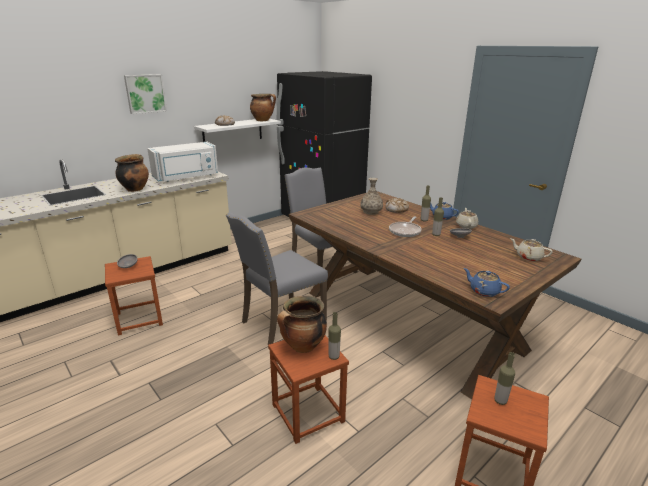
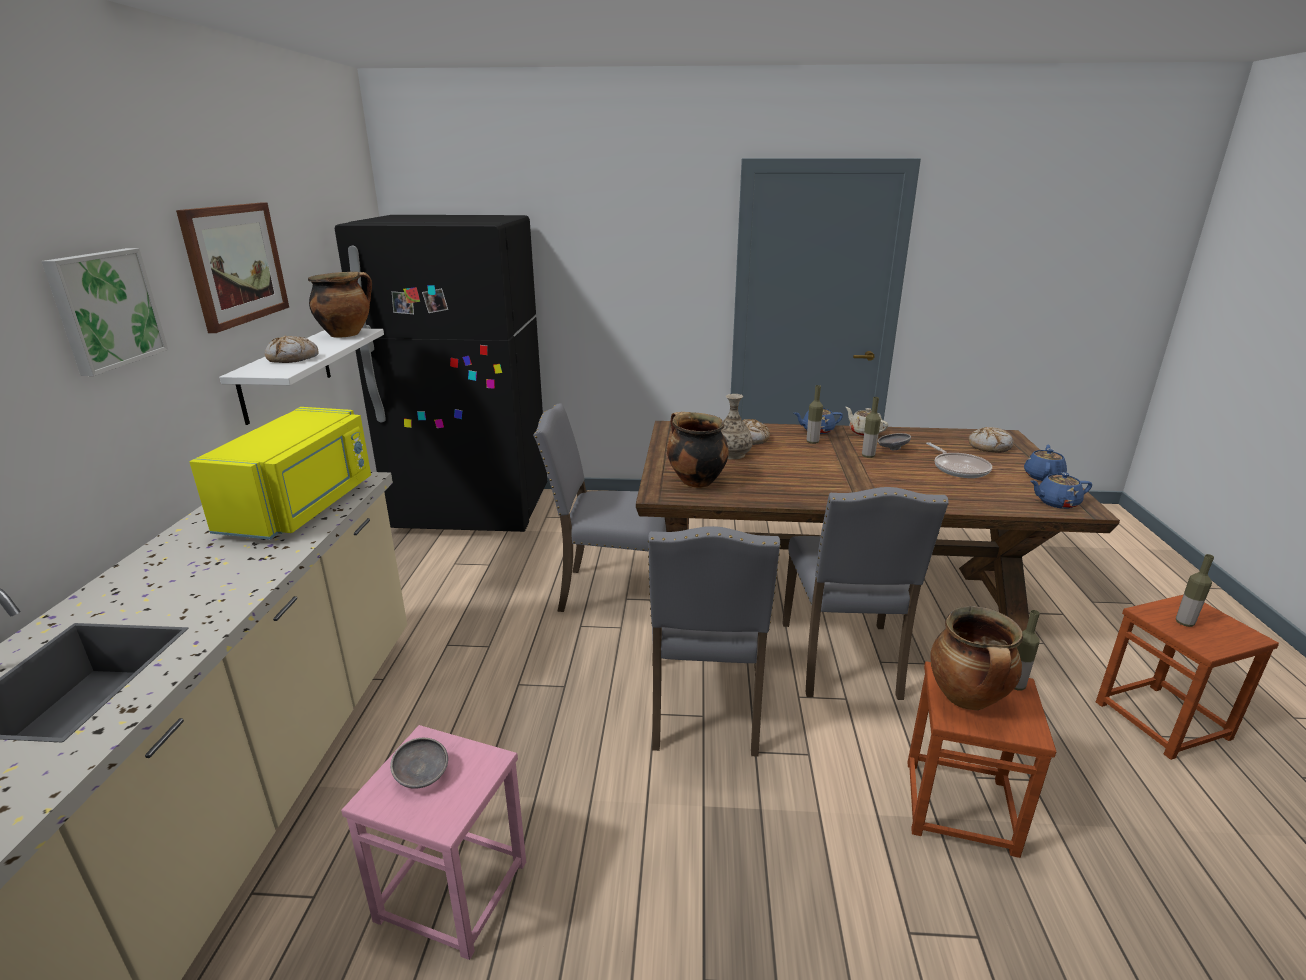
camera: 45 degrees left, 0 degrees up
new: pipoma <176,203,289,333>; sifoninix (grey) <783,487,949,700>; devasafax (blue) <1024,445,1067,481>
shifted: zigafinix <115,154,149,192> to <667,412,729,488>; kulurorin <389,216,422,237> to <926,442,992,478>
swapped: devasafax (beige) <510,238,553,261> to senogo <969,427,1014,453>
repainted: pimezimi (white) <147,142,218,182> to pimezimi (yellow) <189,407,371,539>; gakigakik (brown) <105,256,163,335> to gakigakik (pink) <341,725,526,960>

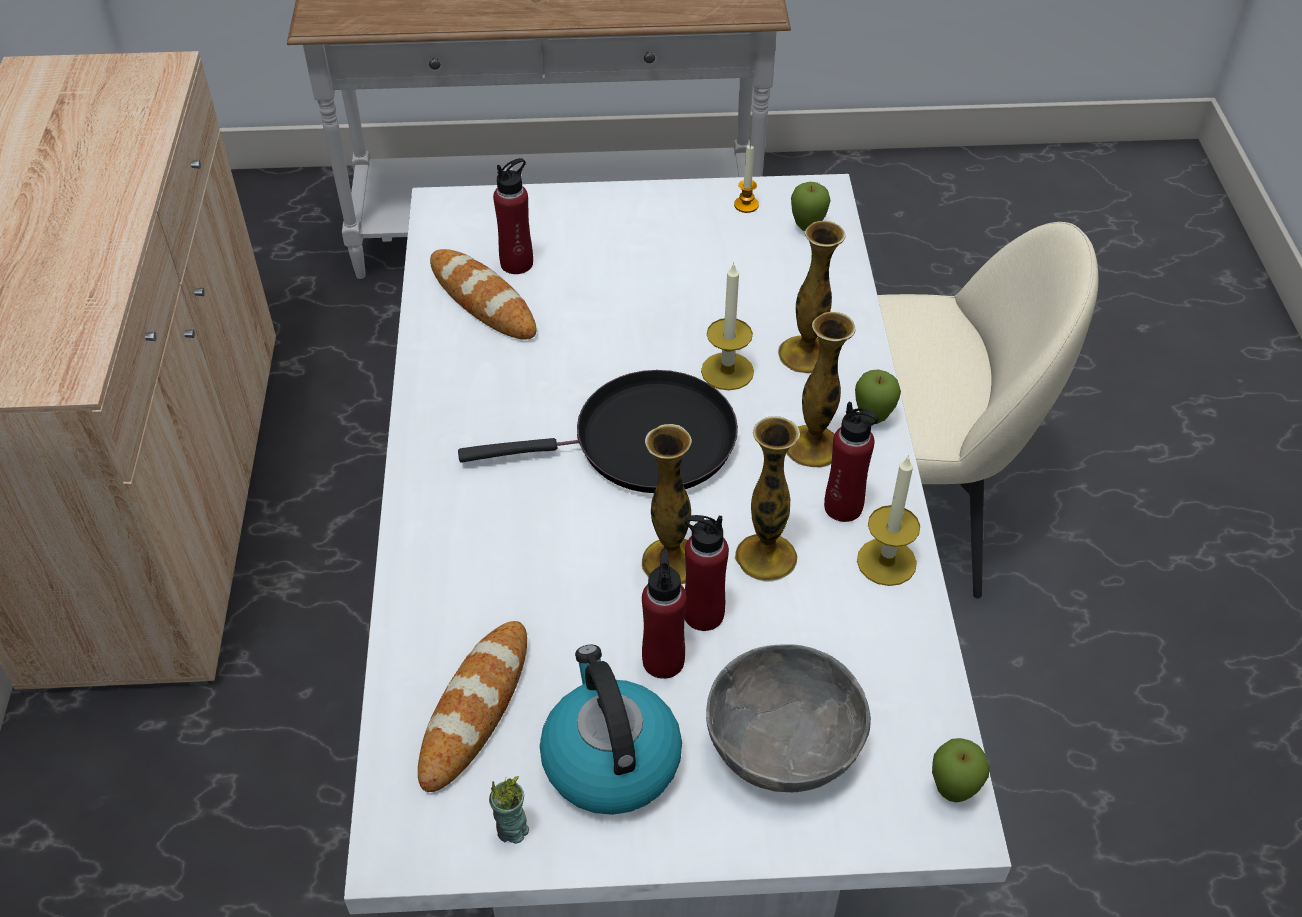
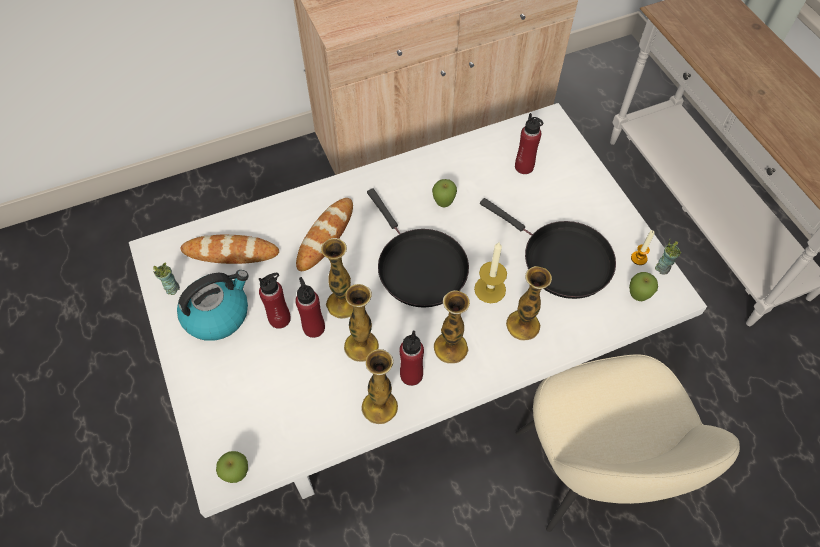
camera: 70 degrees right, 10 degrees up
gone: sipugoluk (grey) <706,644,871,792>
new: kulurorin (black) <480,198,616,299>; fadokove <655,239,681,275>
shifted: senogo <430,249,536,340> to <296,198,353,271>; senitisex <855,370,901,424> to <432,179,457,207>
swapped: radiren <857,455,920,586> to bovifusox <361,349,398,424>

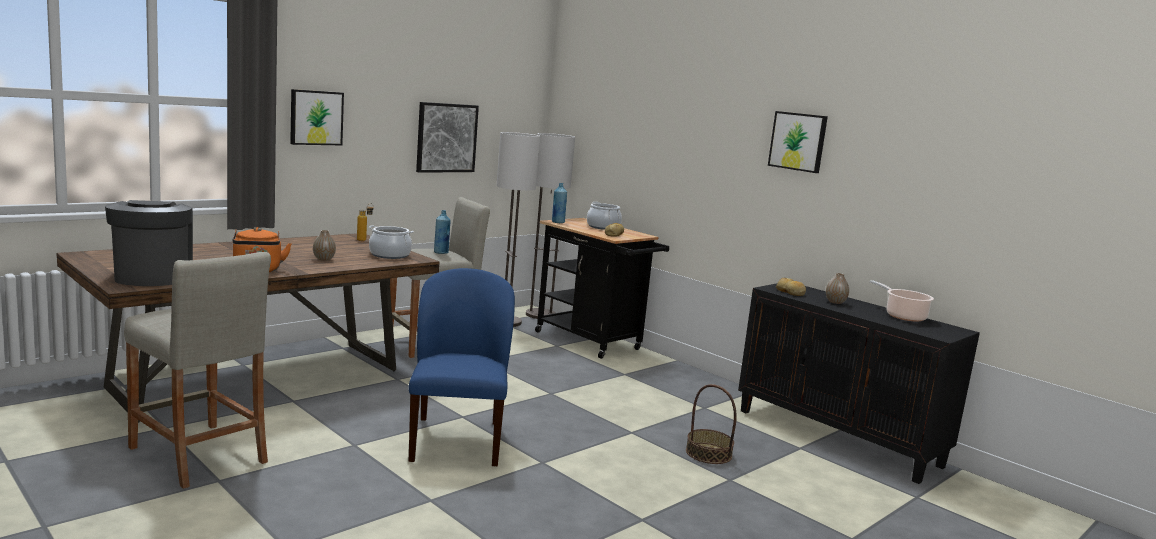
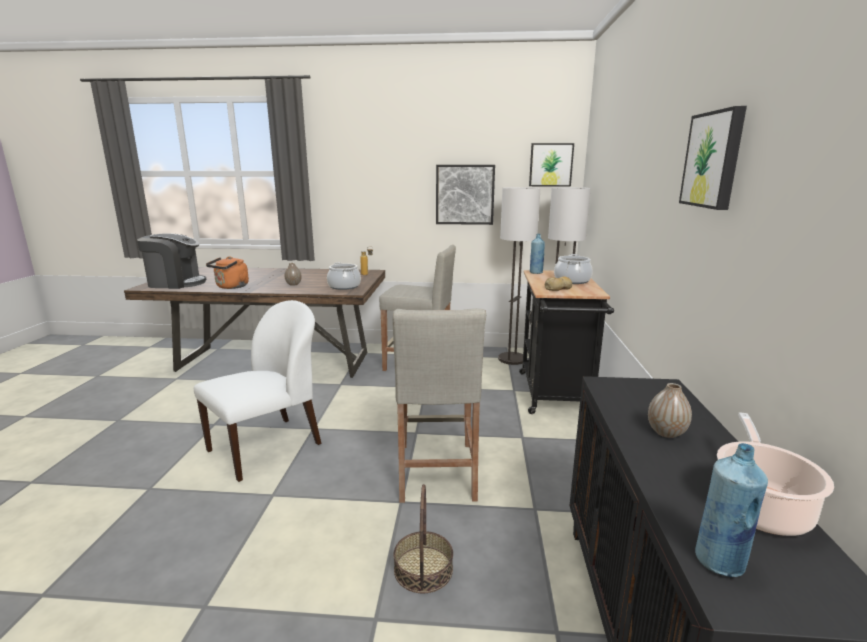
camera: 50 degrees right, 5 degrees up
gone: senogo <776,278,806,296>
shifted: gakigakik (beige) <124,252,271,489> to <392,308,486,503>; pipoma <290,89,344,145> to <529,143,574,186>; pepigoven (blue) <434,210,451,254> to <695,443,768,577>
repainted: sifoninix (blue) <409,268,515,466> to sifoninix (white) <194,300,321,482>
rotated: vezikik <105,200,193,286> = <137,233,206,289> 60 degrees clockwise

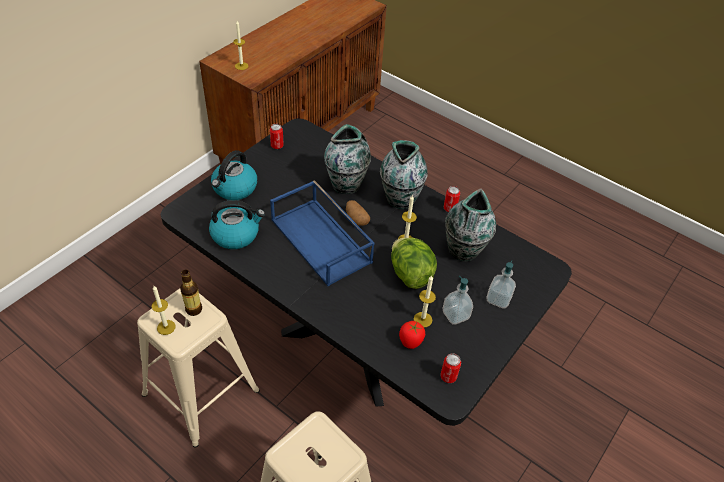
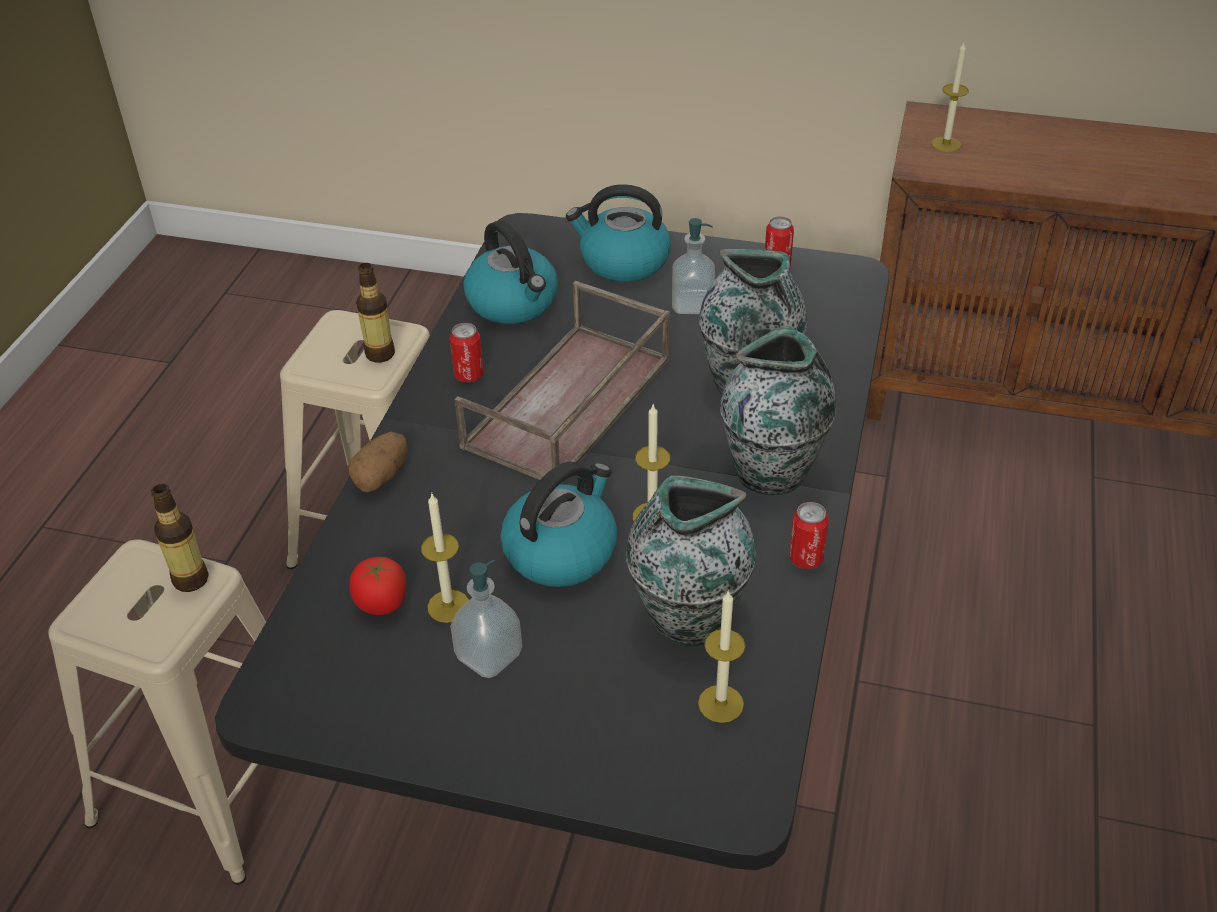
camera: 70 degrees right, 5 degrees down
new: pepigoven <151,484,209,592>
shifted: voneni <346,200,370,226> to <349,432,408,492>; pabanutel <441,353,461,383> to <450,323,484,382>; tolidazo <486,260,516,308> to <672,218,715,314>; radiren <152,286,176,335> to <698,590,745,723>
swapped: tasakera <391,238,437,289> to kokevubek <501,462,617,587>
repainted: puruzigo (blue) <270,180,375,286> to puruzigo (brown) <454,281,670,484>

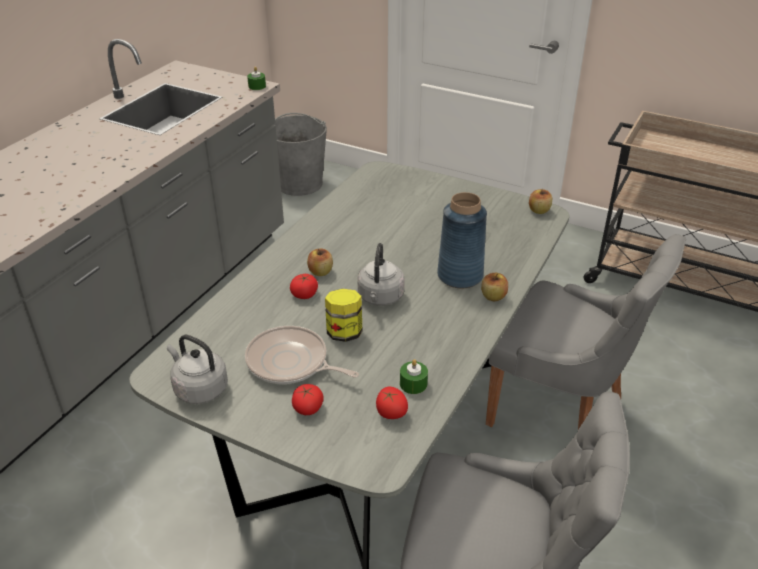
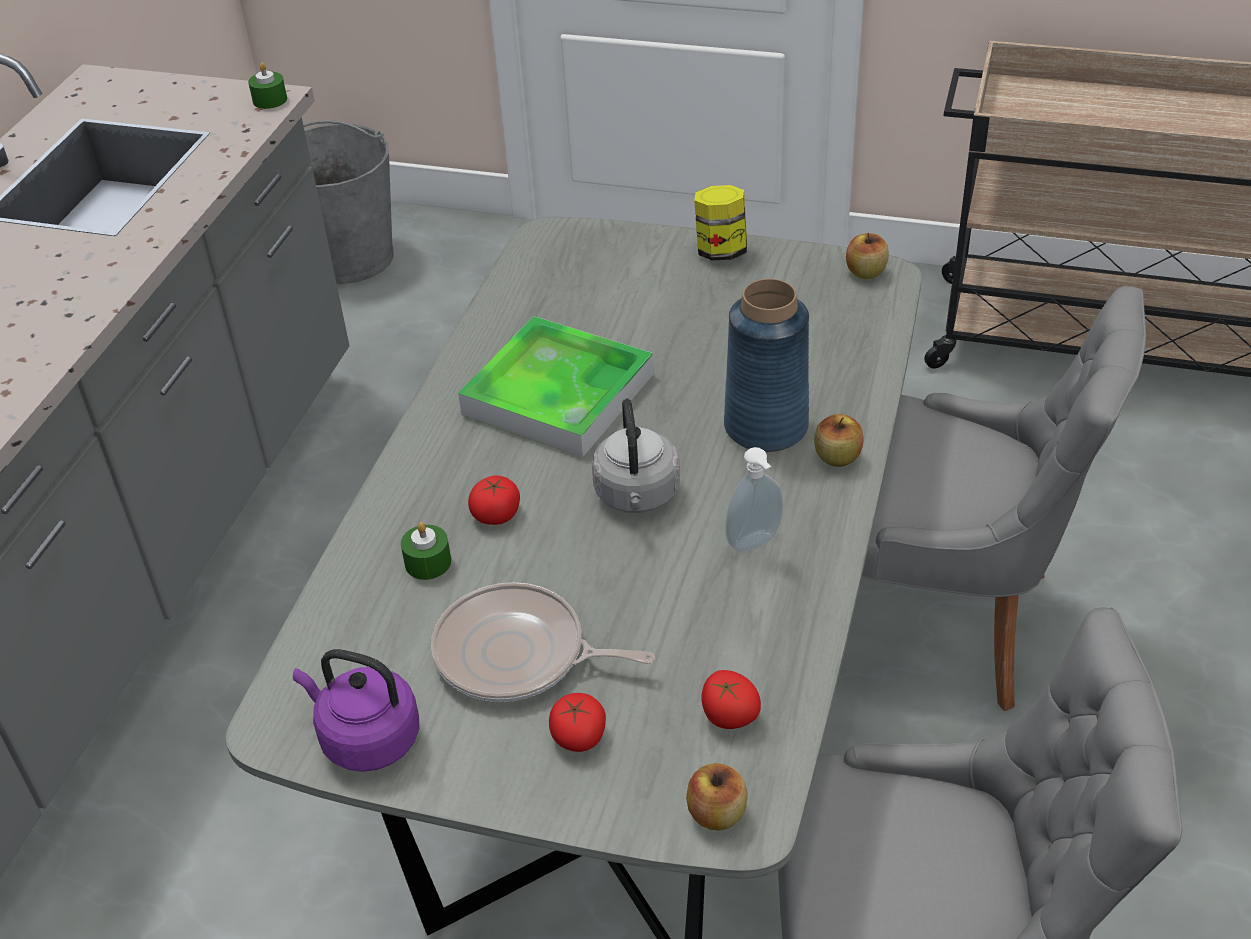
camera: 10 degrees left, 5 degrees up
new: puruzigo <458,316,653,457>; tolidazo <725,447,783,553>
shifted: radiren (green) <400,359,428,394> to <401,522,451,580>; senitisex <307,248,333,276> to <686,763,748,831>; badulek <325,289,362,342> to <694,185,747,260>
repainted: kokevubek (grey) <167,335,228,404> to kokevubek (purple) <293,649,419,772>

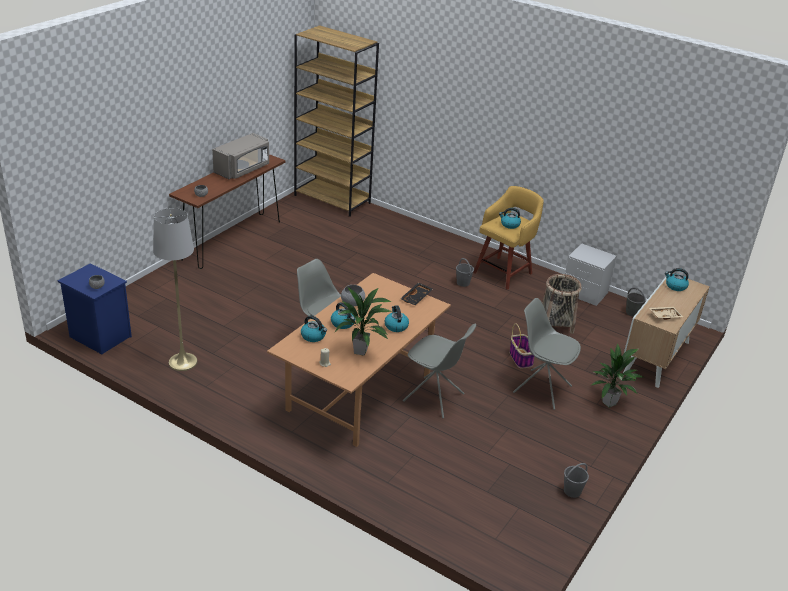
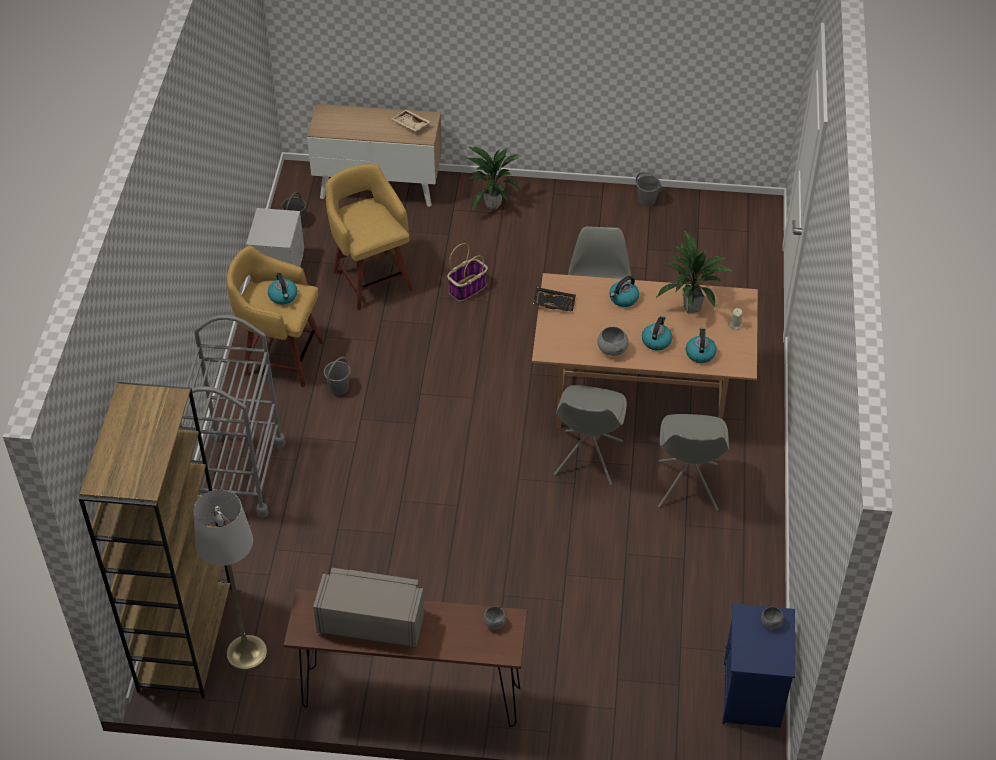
camera: 115 degrees left, 15 degrees up
gone: kokevubek <665,268,689,291>
new: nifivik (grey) <180,315,286,518>
shifted: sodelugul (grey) <153,208,198,371> to <193,489,267,671>; sifoninix (grey) <513,298,581,410> to <658,414,729,511>
swapped: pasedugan <542,274,582,334> to gakigakik (yellow) <325,164,413,310>

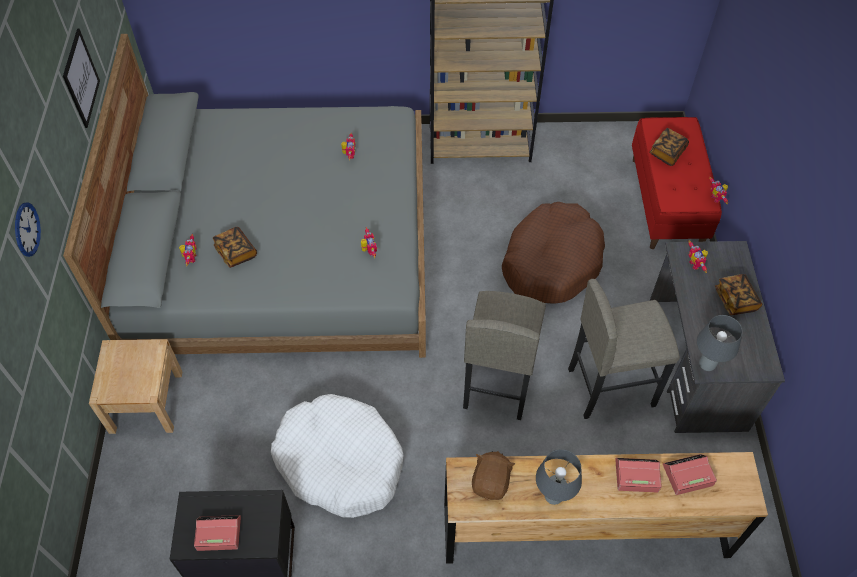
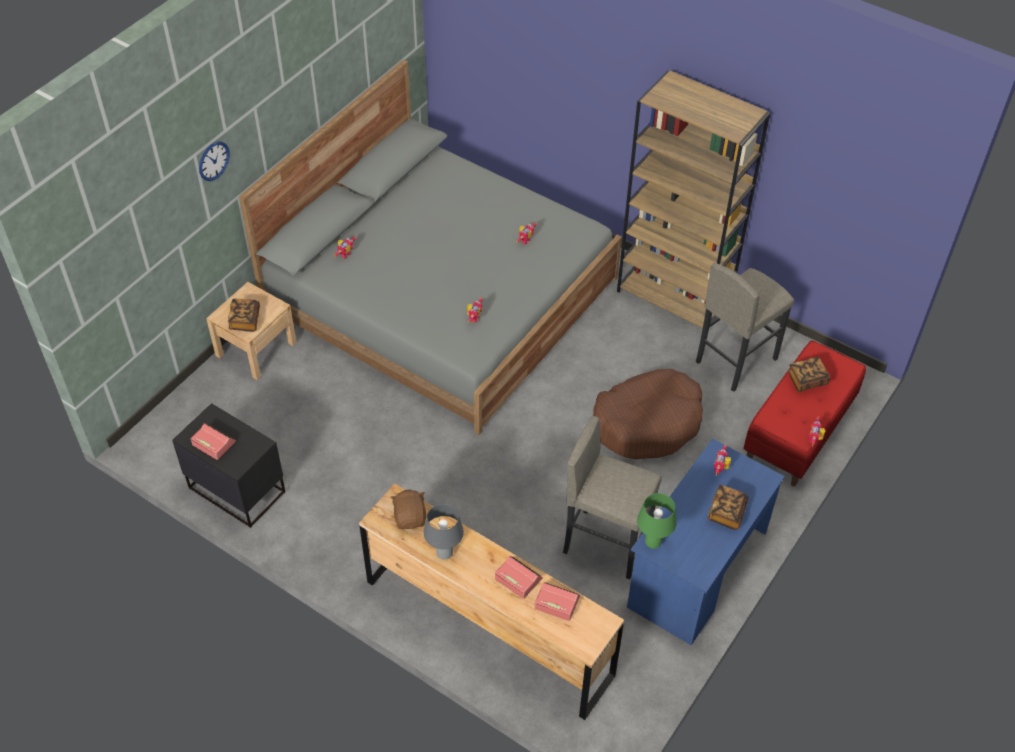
camera: 35 degrees right, 5 degrees down
gone: pipoma <63,28,100,128>; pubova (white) <271,394,403,518>
shifted: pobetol <213,227,257,268> to <228,299,260,332>; gakigakik (grey) <463,291,546,420> to <696,263,794,392>
repainted: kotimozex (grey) <650,241,785,433> to kotimozex (blue) <627,438,785,645>; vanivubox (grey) <697,315,743,371> to vanivubox (green) <637,493,677,549>
rotated: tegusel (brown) <472,451,515,500> = <391,490,426,529> 60 degrees counterclockwise

